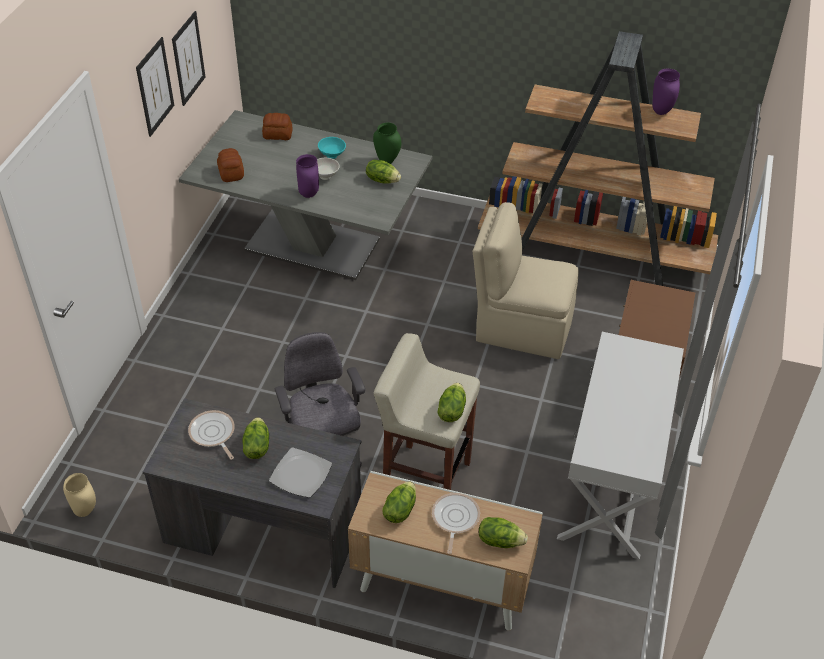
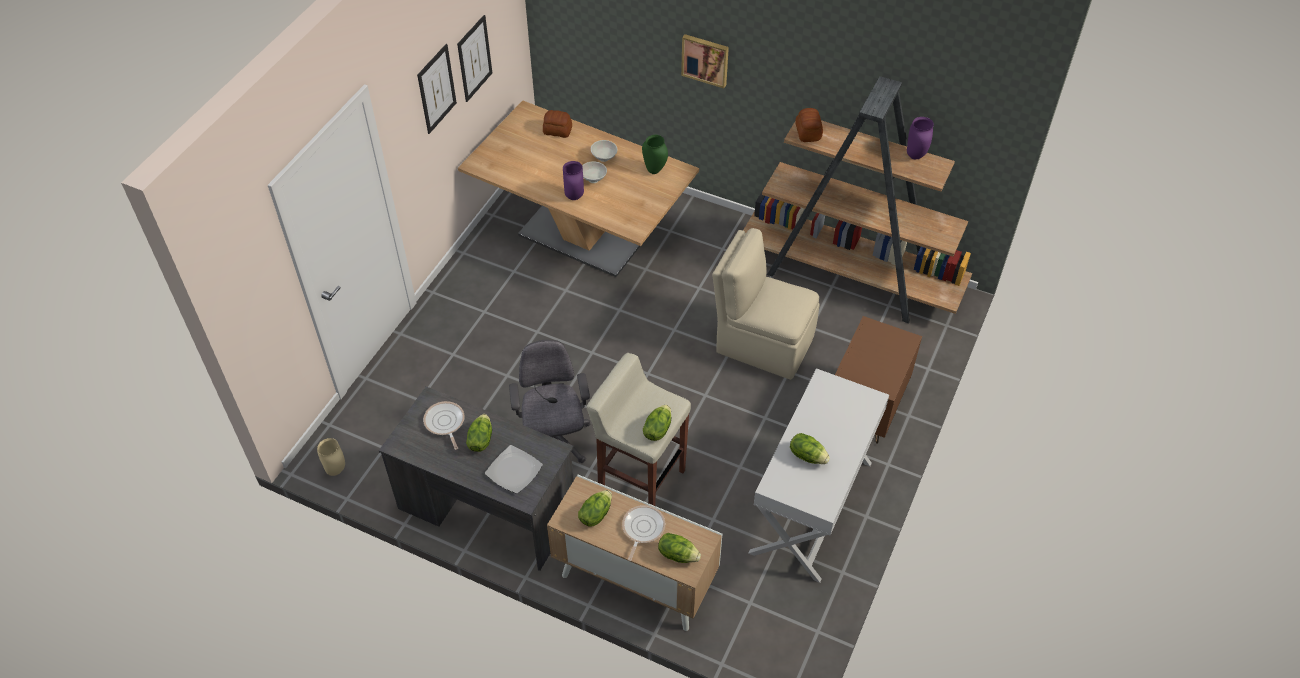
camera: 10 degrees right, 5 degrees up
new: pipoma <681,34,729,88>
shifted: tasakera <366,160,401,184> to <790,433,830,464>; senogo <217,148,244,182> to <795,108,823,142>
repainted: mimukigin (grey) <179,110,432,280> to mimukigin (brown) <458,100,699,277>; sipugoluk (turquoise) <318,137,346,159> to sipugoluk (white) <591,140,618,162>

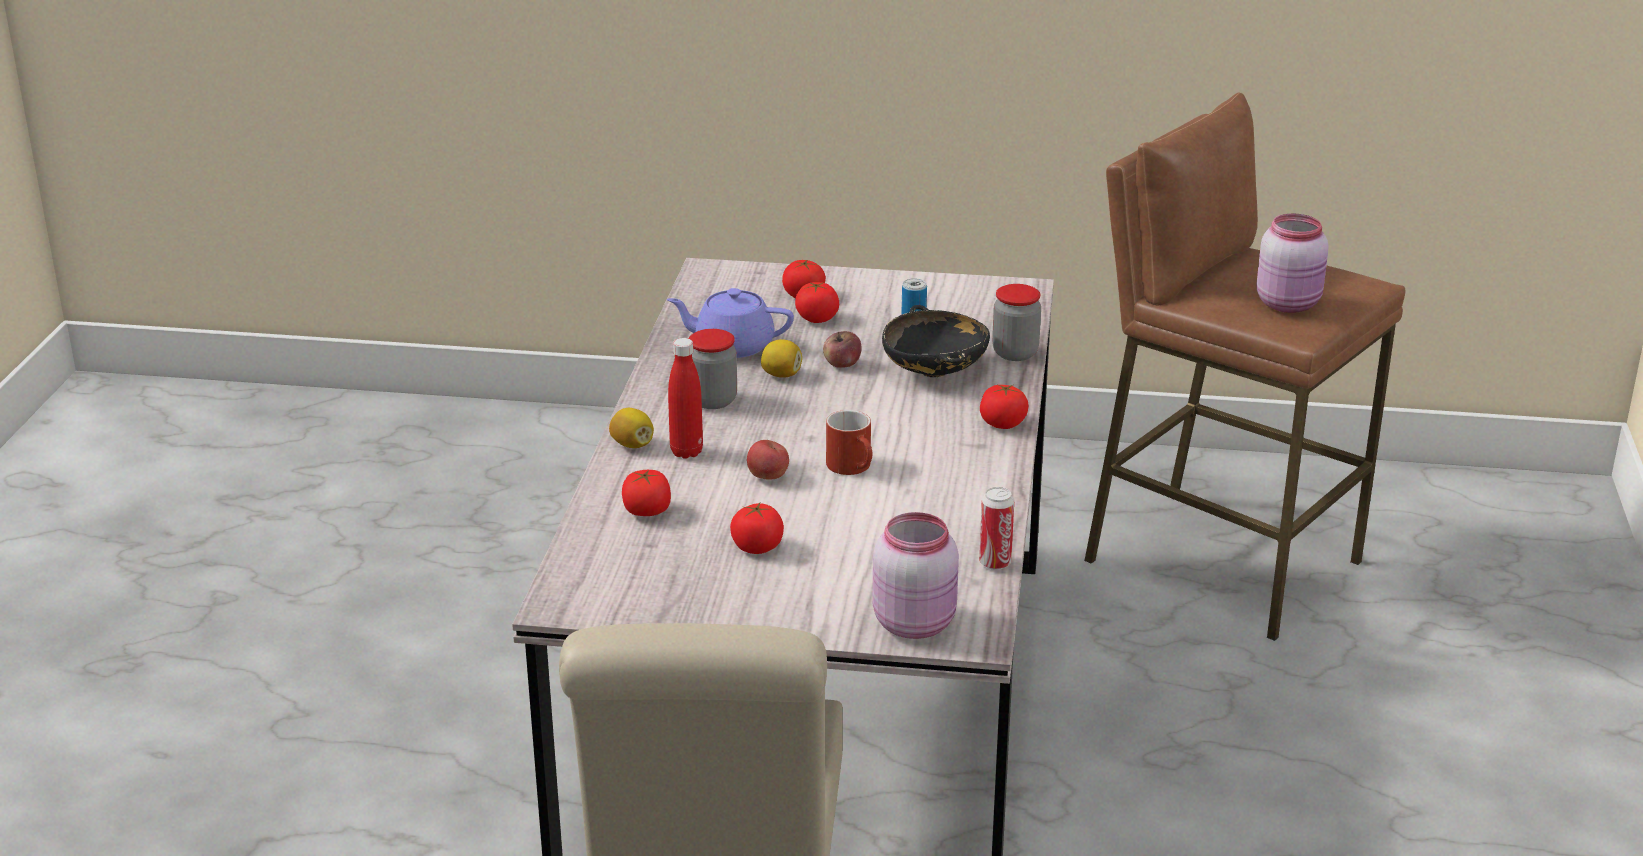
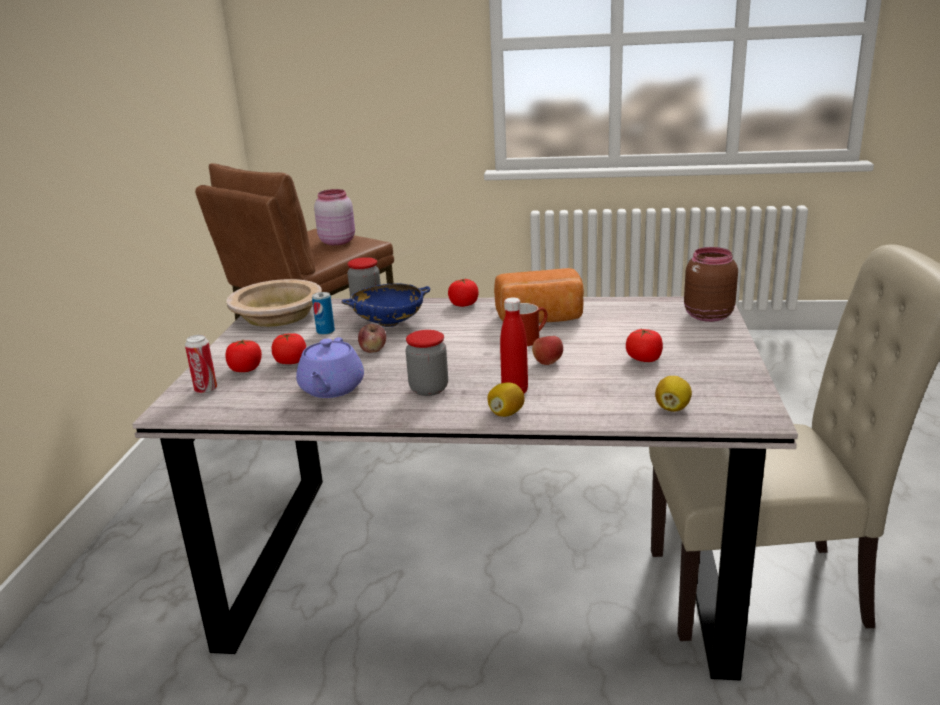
camera: 90 degrees left, 5 degrees down
gone: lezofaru <622,469,671,516>
new: sipugoluk (beige) <226,279,322,327>; senogo <494,268,584,323>
shifted: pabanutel <979,487,1014,570> to <185,335,217,394>; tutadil <761,339,802,378> to <655,376,692,412>
repainted: sipugoluk (black) <882,305,990,377> to sipugoluk (blue) <341,284,430,327>; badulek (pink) <872,512,959,639> to badulek (brown) <684,247,738,322>

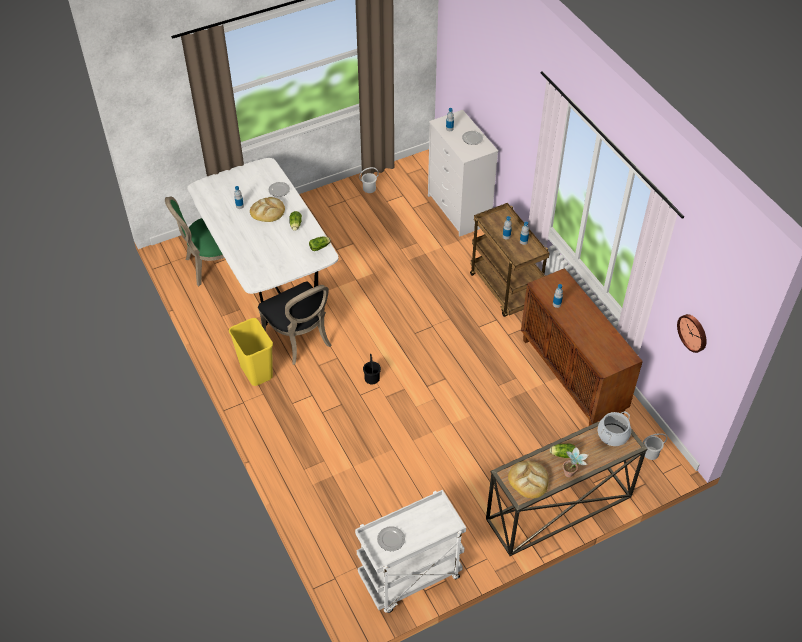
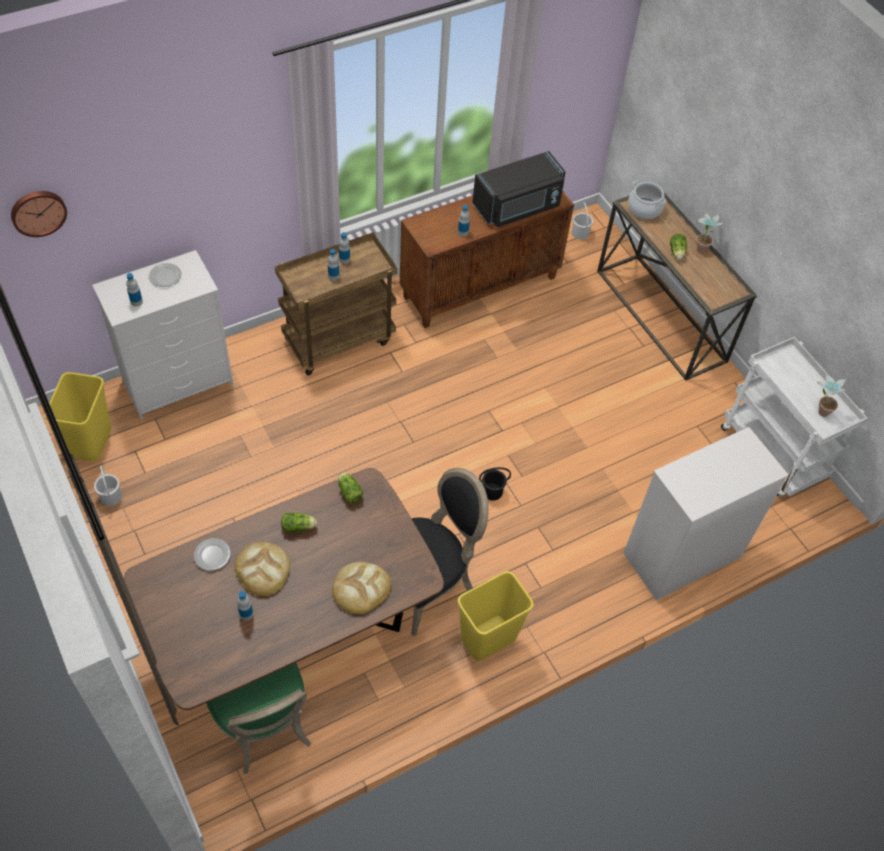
camera: 95 degrees left, 5 degrees up
new: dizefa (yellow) <45,372,111,461>; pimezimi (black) <472,151,566,227>; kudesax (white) <623,427,789,600>
shifted: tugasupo <677,314,707,353> to <11,191,67,237>; senogo <508,461,549,499> to <332,562,391,614>
swapped: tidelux <377,526,405,551> to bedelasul <817,374,846,417>
repainted: mimukigin (white) <187,158,339,326> to mimukigin (brown) <124,468,444,710>

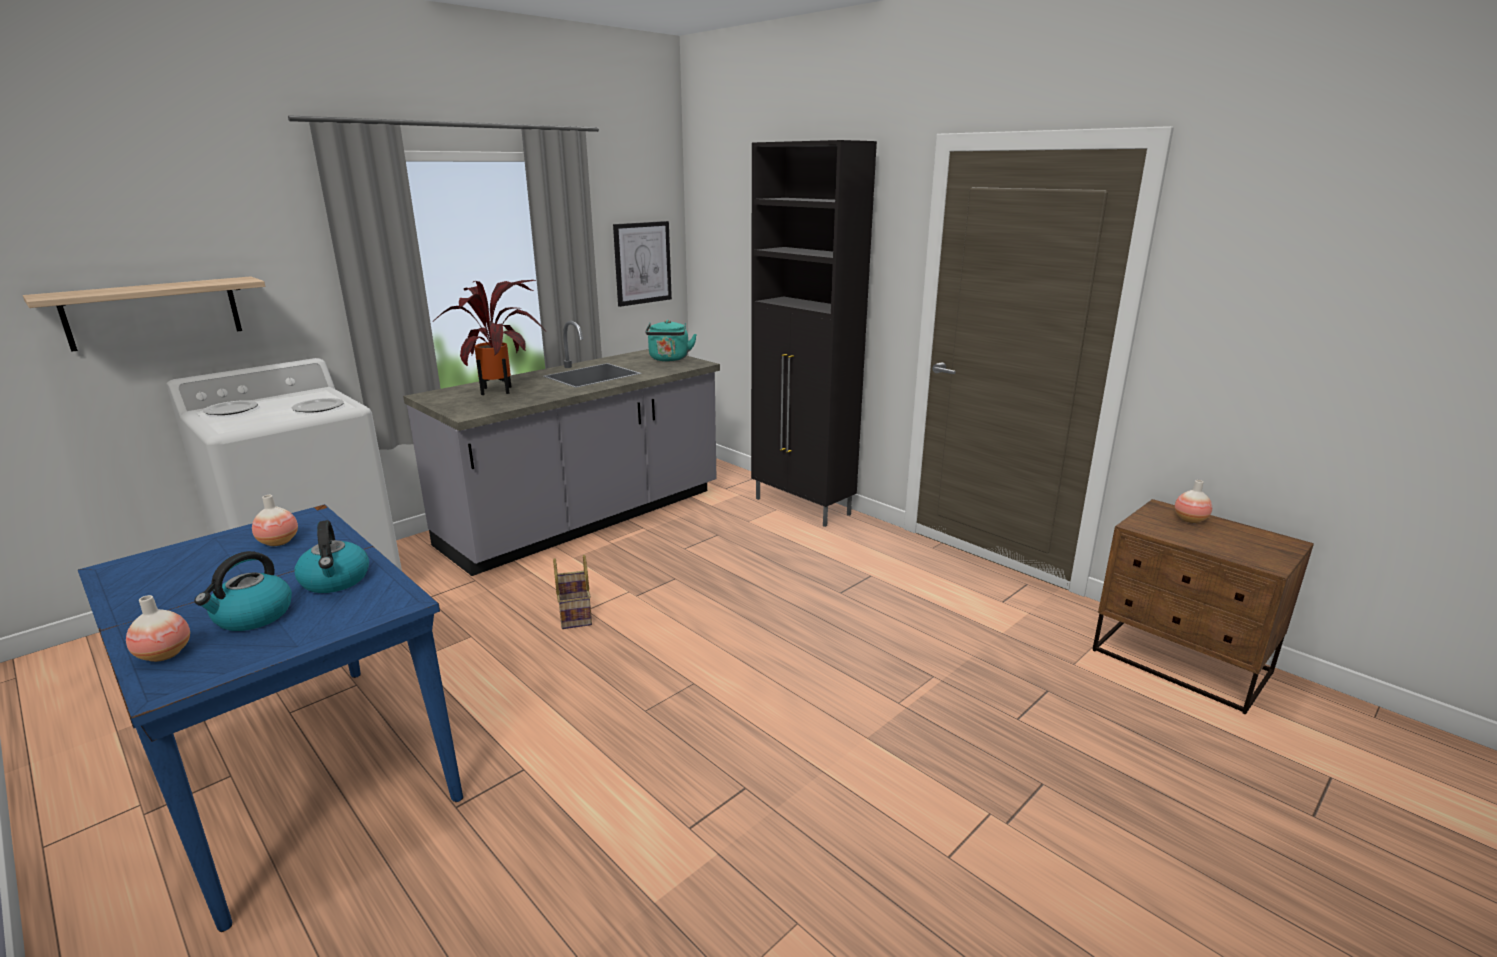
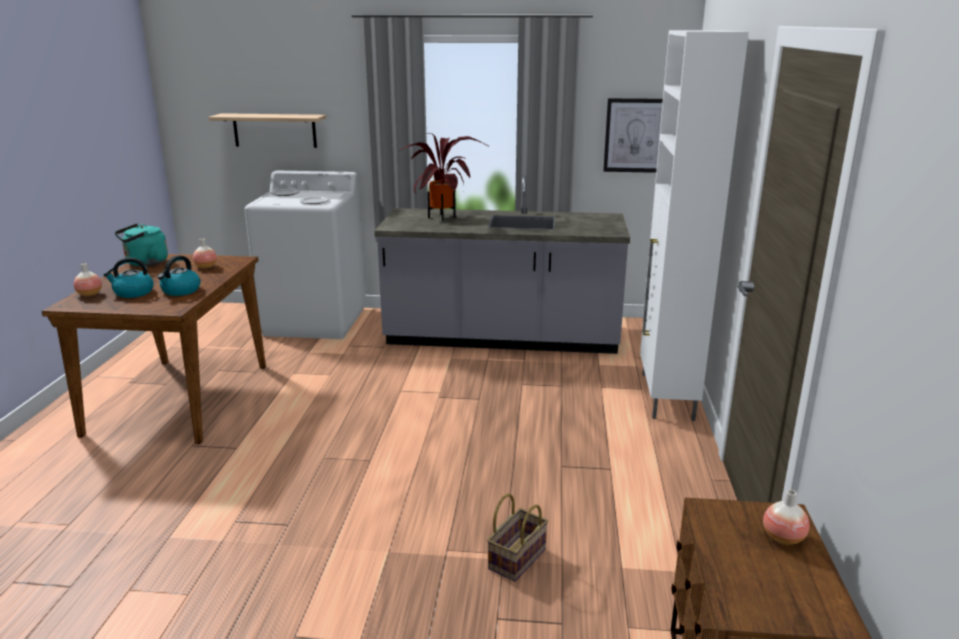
camera: 50 degrees right, 0 degrees up
shifted: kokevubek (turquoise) <646,320,697,361> to <115,224,168,266>; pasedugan <553,555,592,629> to <487,493,548,582>
repainted: mimukigin (blue) <78,504,463,932> to mimukigin (brown) <42,254,266,444>; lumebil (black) <751,140,877,527> to lumebil (white) <640,30,749,421>

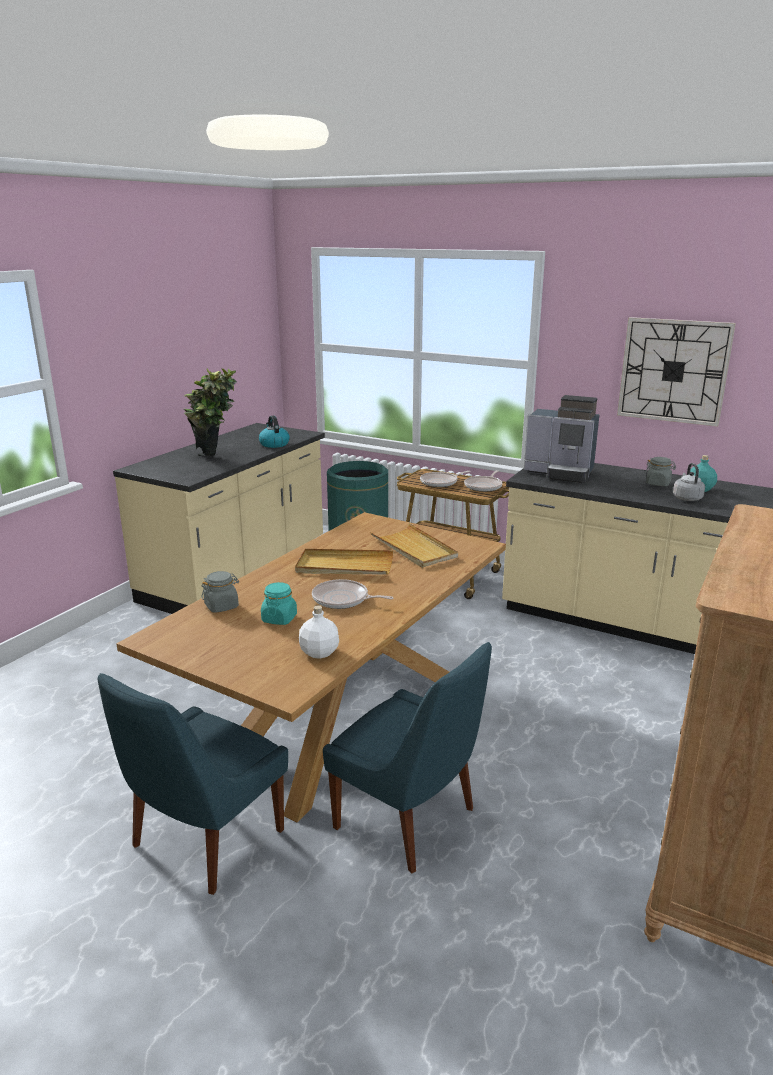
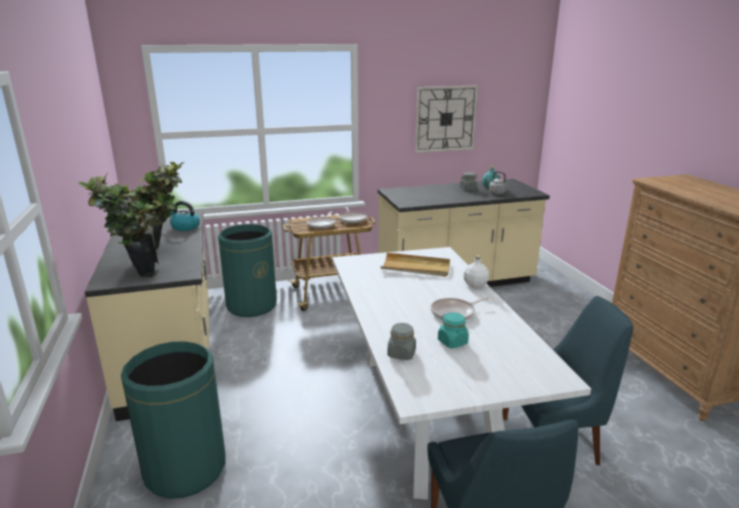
camera: 45 degrees left, 0 degrees up
gone: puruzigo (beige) <295,549,394,575>; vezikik <524,395,600,483>
new: bedelasul <77,173,159,277>; dizefa (green) <121,341,226,499>
shifted: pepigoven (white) <299,605,339,659> to <464,255,489,288>
repainted: mimukigin (brown) <116,512,506,822> to mimukigin (white) <332,247,591,500>

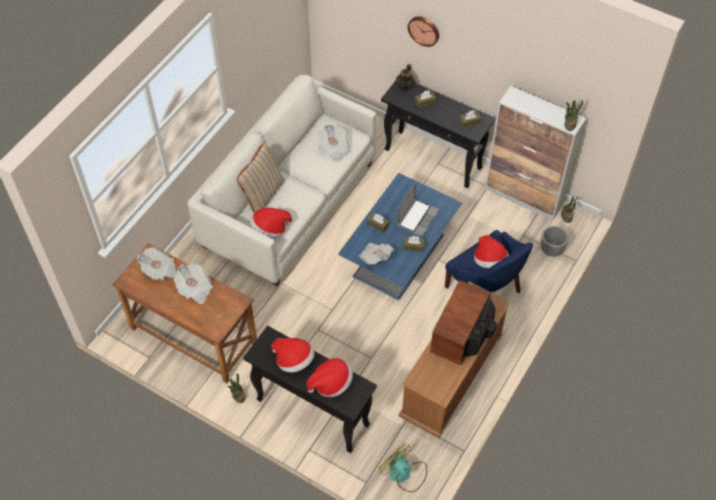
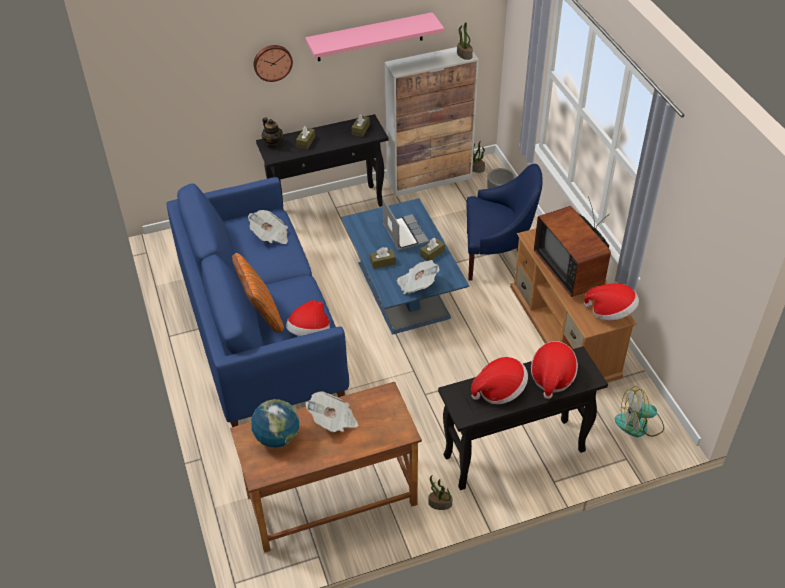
camera: 50 degrees left, 10 degrees down
new: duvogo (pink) <305,12,444,61>
shifted: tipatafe <474,235,509,268> to <584,283,639,321>
swapped: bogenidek <137,247,177,280> to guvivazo <251,399,299,448>
repainted: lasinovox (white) <188,75,376,286> to lasinovox (blue) <167,177,349,427>; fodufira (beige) <237,143,285,212> to fodufira (orange) <232,253,284,333>

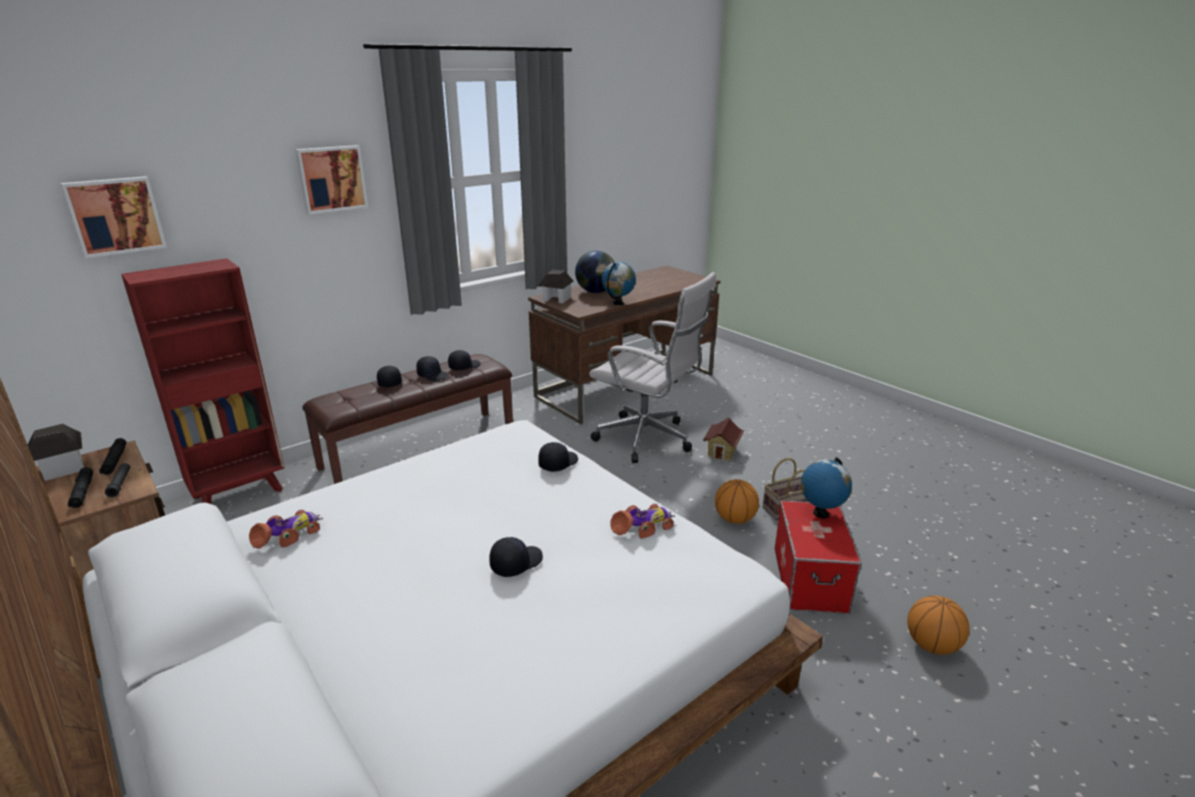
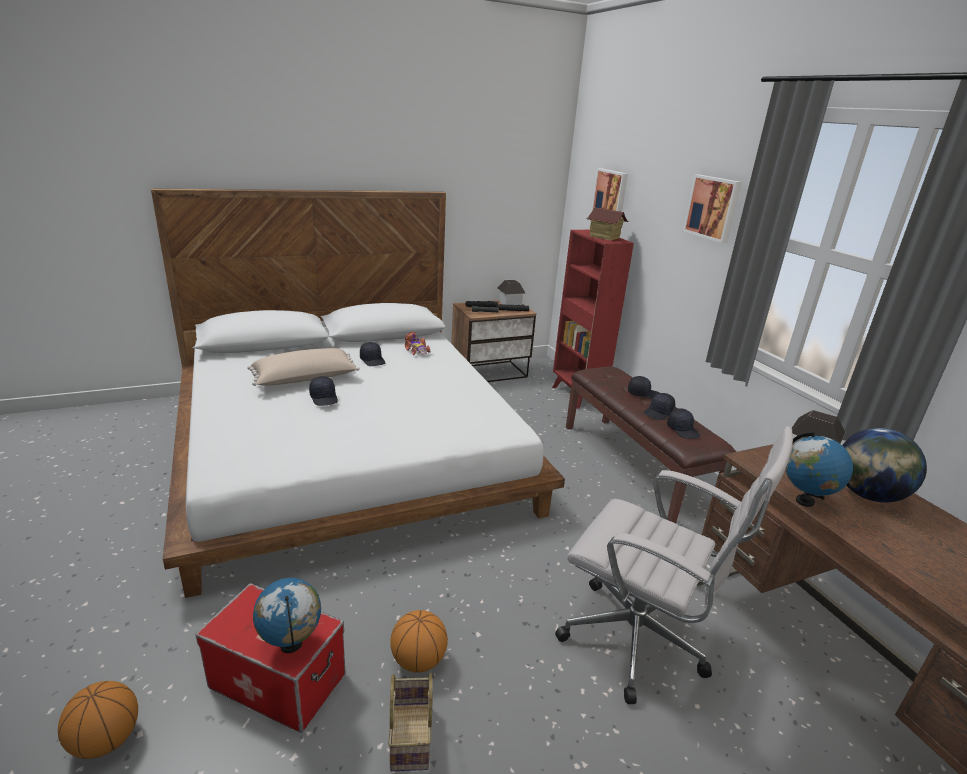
camera: 105 degrees right, 0 degrees up
gone: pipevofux <610,504,675,539>
new: fodufira (beige) <247,348,359,386>
shifted: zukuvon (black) <538,442,578,472> to <360,342,385,366>; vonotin <703,418,745,461> to <586,207,628,240>
rotated: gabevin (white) <589,272,716,463> = <555,426,793,704> 105 degrees counterclockwise

